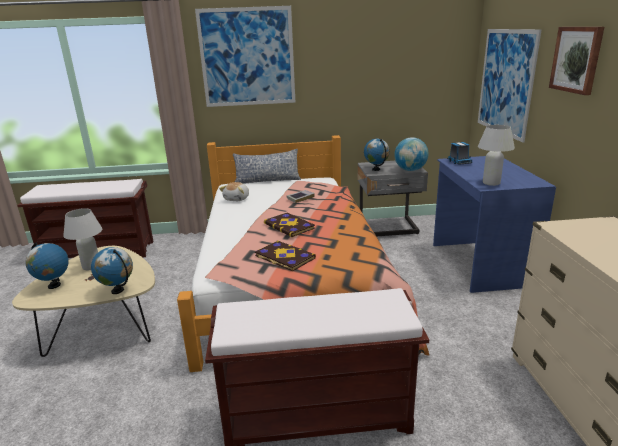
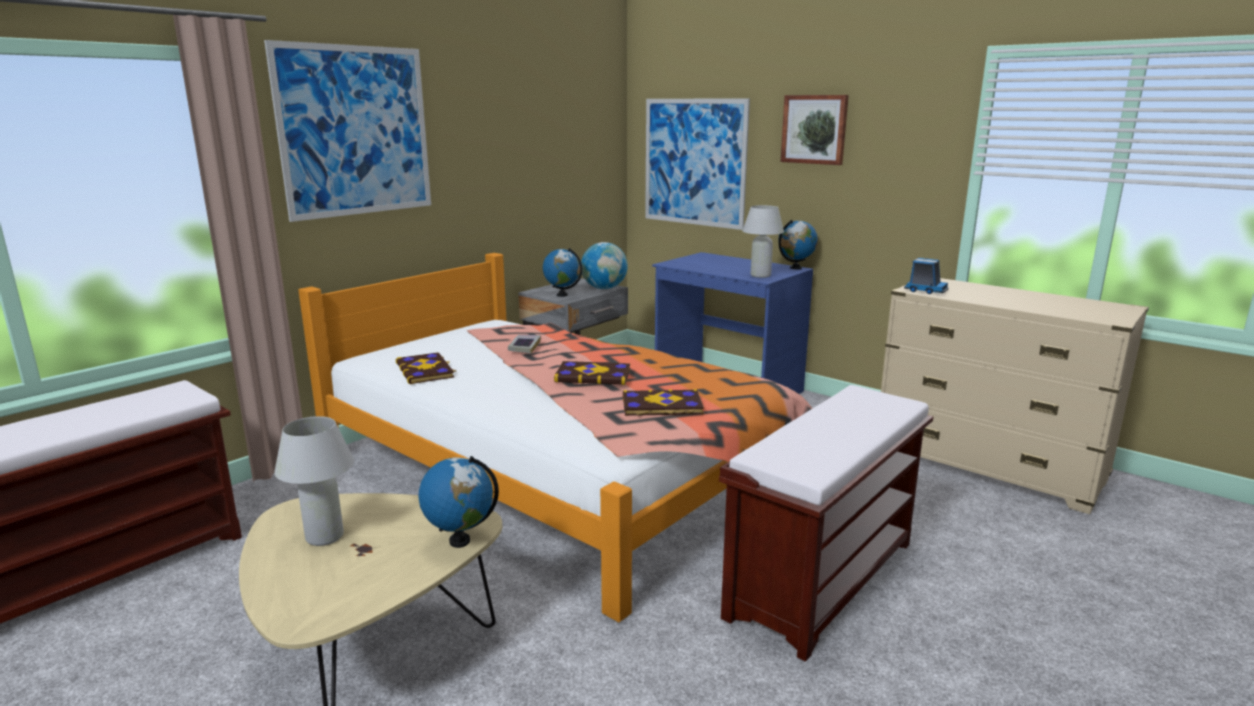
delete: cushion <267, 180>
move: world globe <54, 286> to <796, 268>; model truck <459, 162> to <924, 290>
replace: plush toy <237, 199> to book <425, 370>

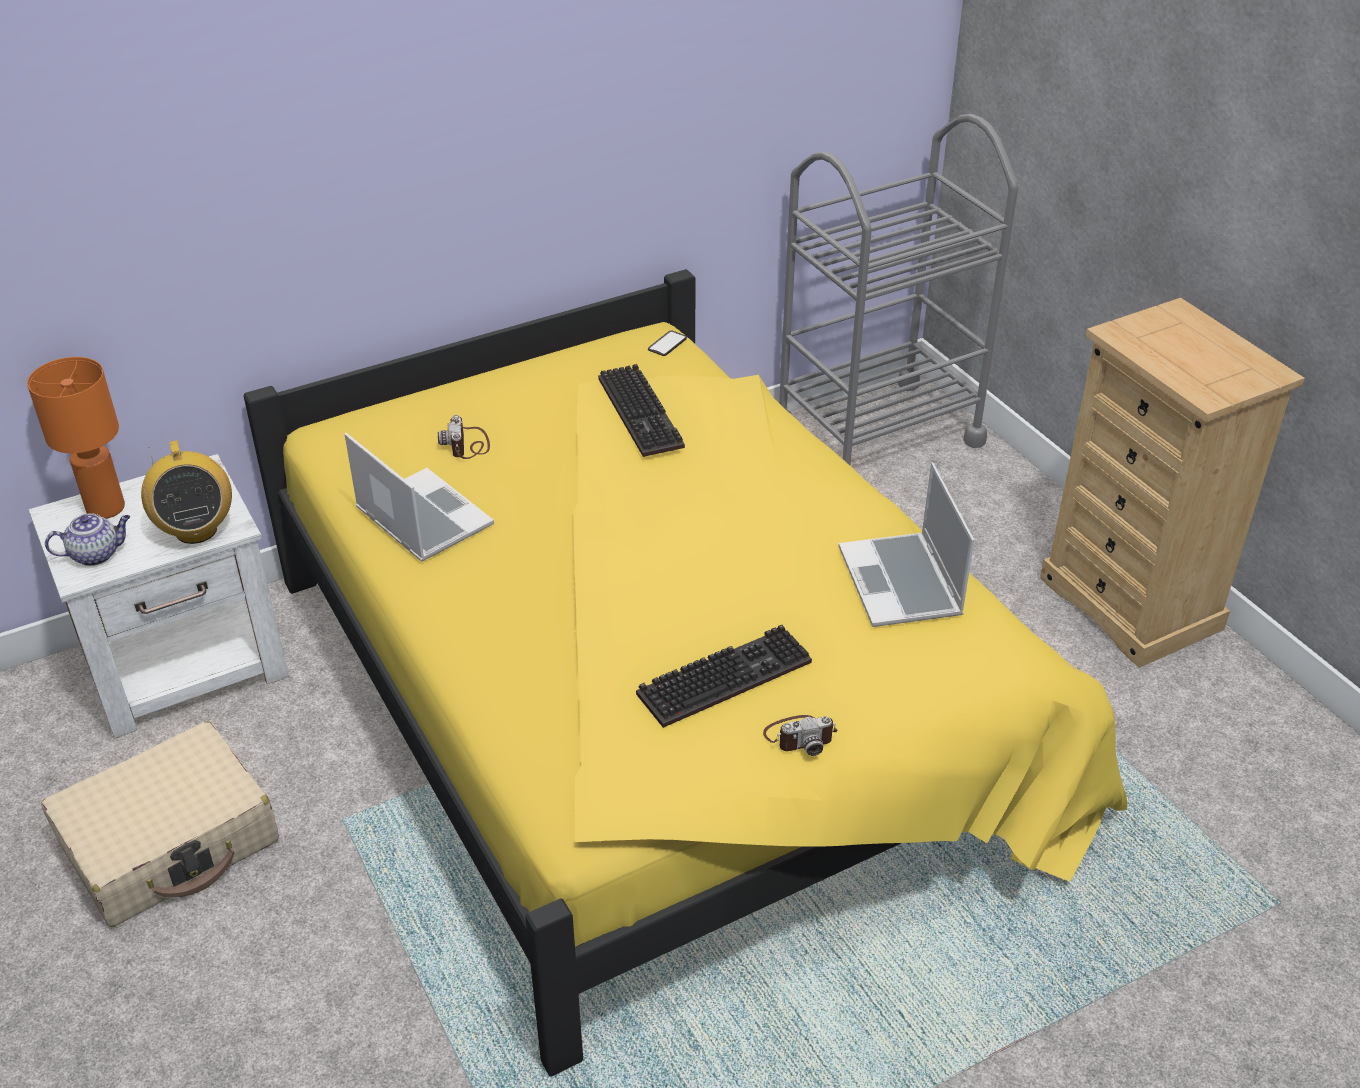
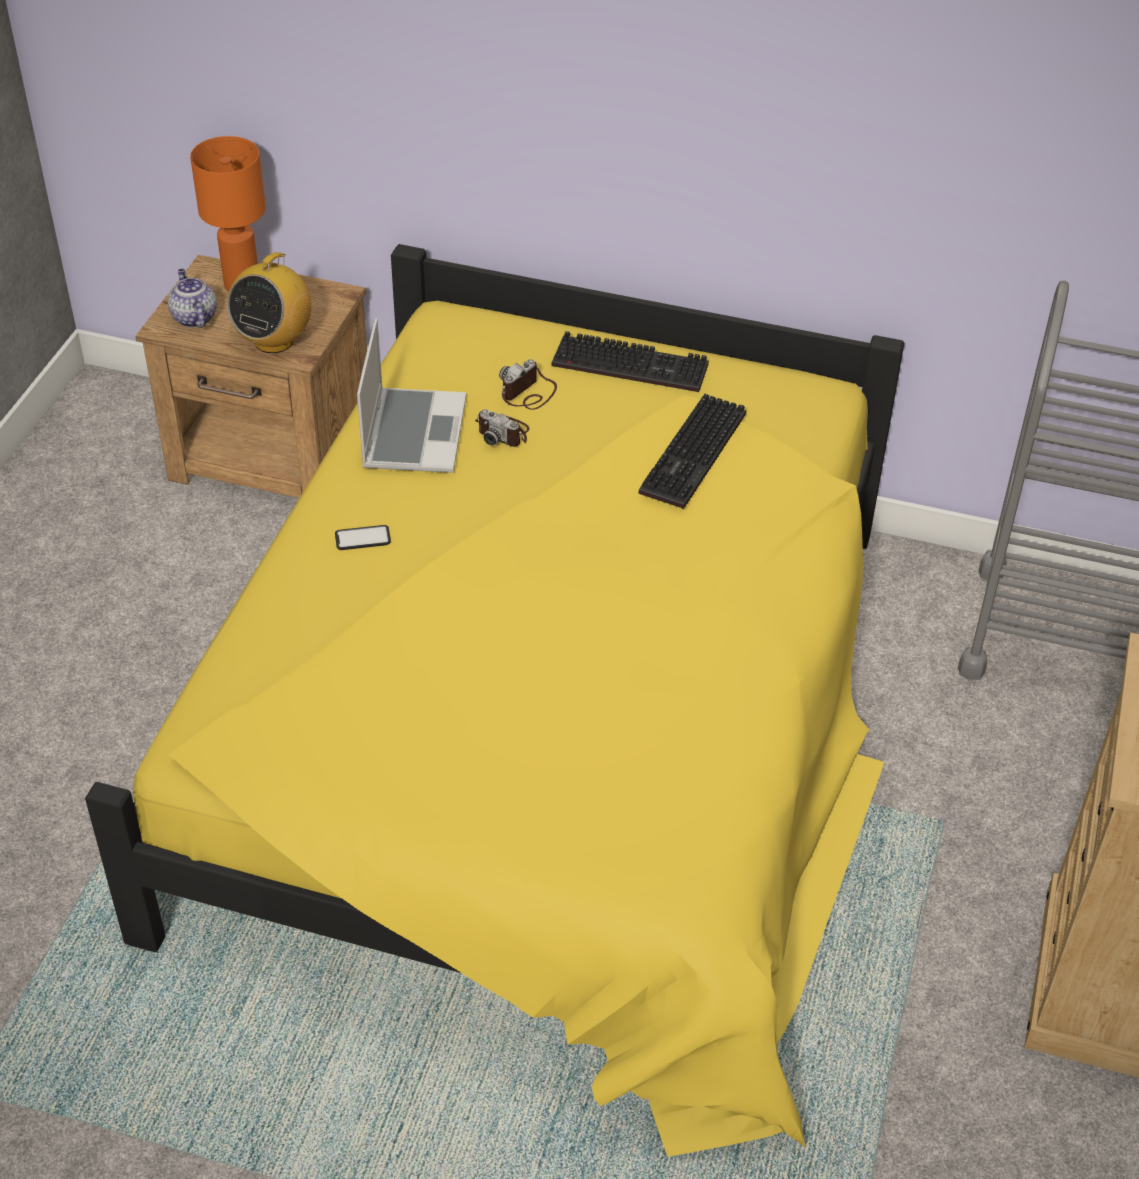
delete: piece of luggage/beige-coloured <170, 842>; portable computer <902, 583>
move: keyboard <725, 675> to <633, 364>; telephone <667, 344> to <362, 538>; photo camera <800, 736> to <503, 432>
recolor: night table/white-coloured <188, 664> to night table/brown <274, 458>
rotate: pot for tea <96, 554> = <193, 317> 135 degrees counterclockwise

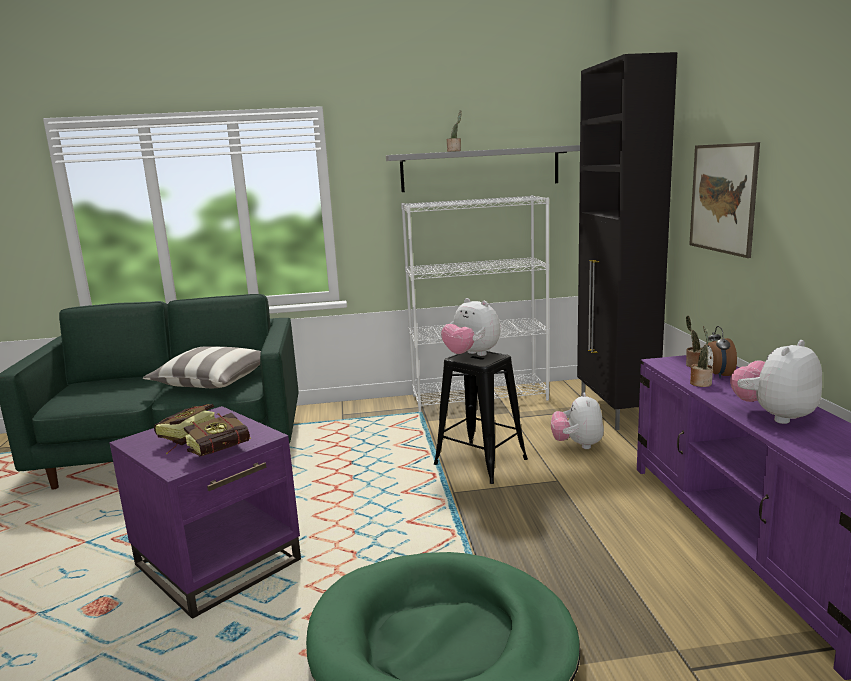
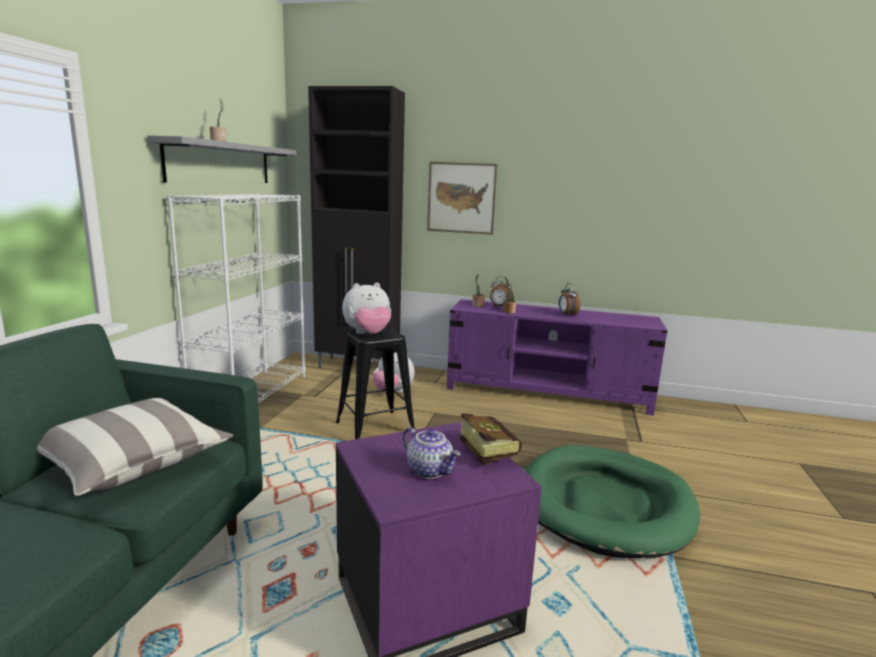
replace: book <183, 440> to pot for tea <430, 470>; plush toy <774, 416> to bedside clock <567, 315>

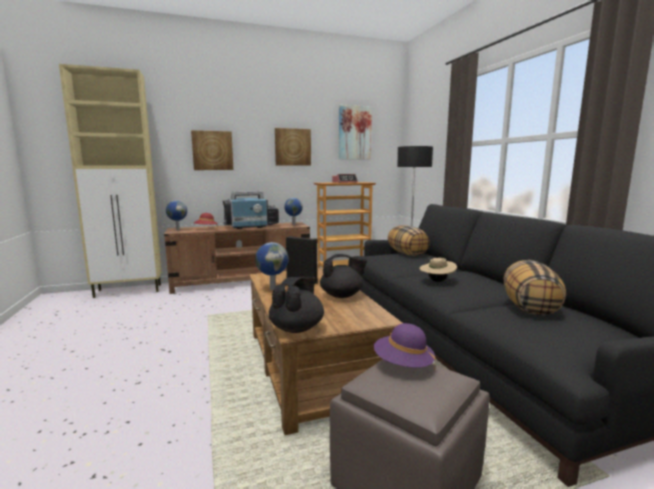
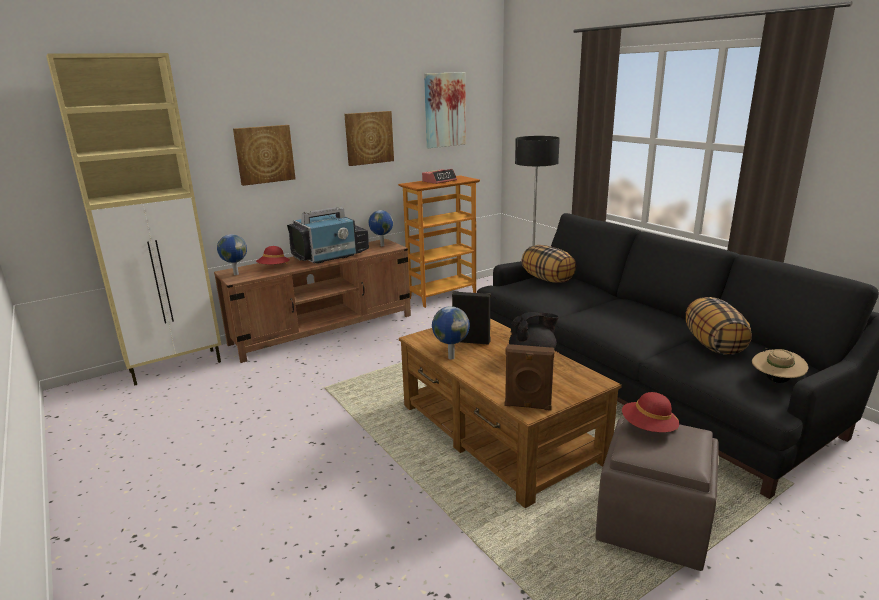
move: wearable hat/beige-coloured <437, 281> to <775, 380>
replace: pot for tea/black <297, 328> to audio speaker/brown <528, 406>
recolor: wearable hat/purple-coloured <403, 365> to wearable hat/red-coloured <648, 428>

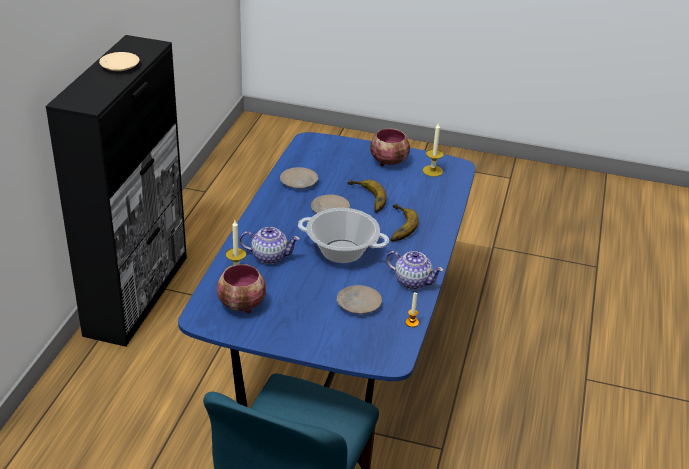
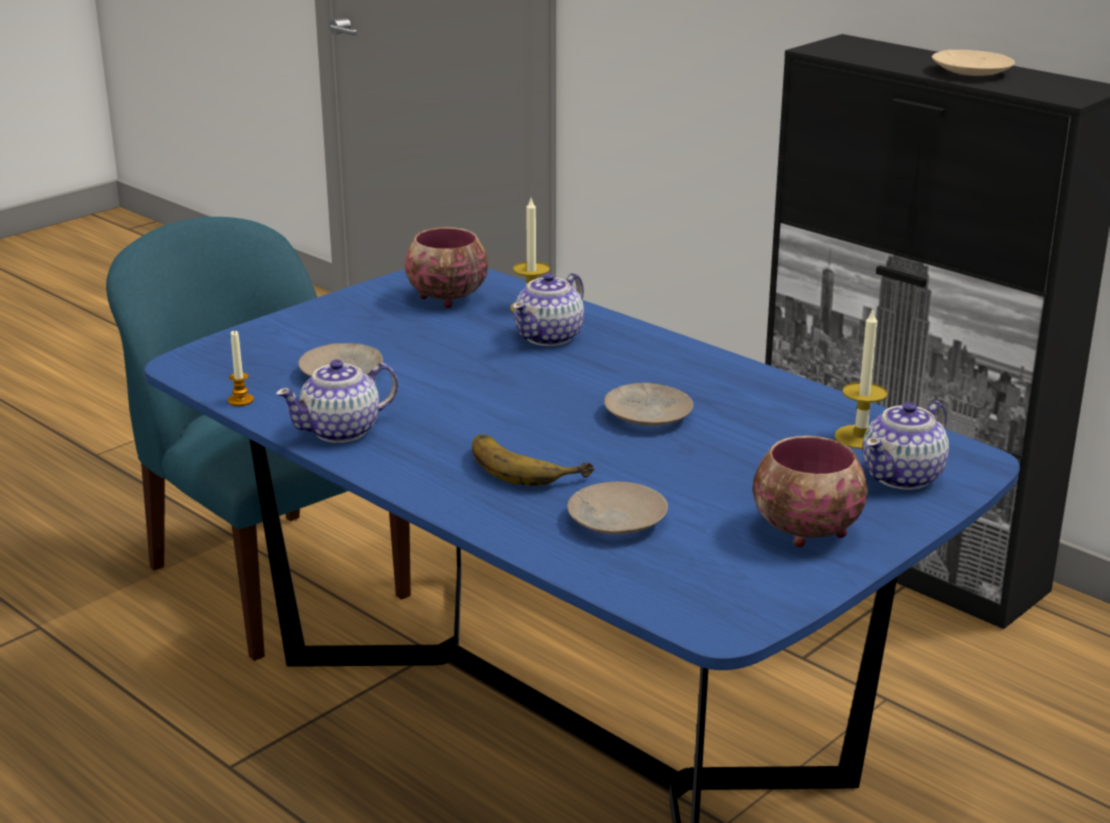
delete: stockpot <342, 252>; banana <365, 199>
insert: pot for tea <903, 476>
move: dinner plate/beige-coloured <299, 182> to <616, 520>; wax light <432, 171> to <860, 437>

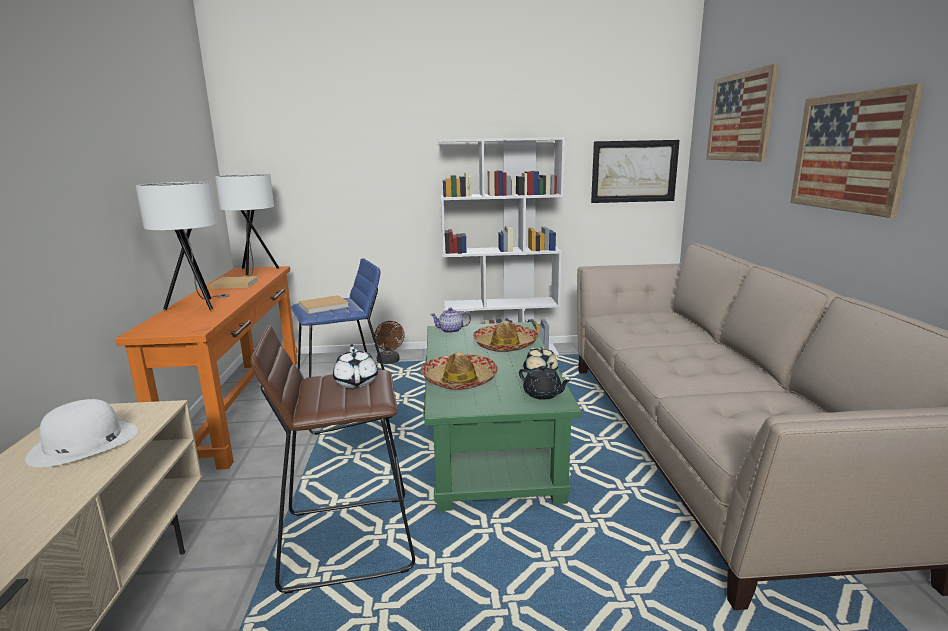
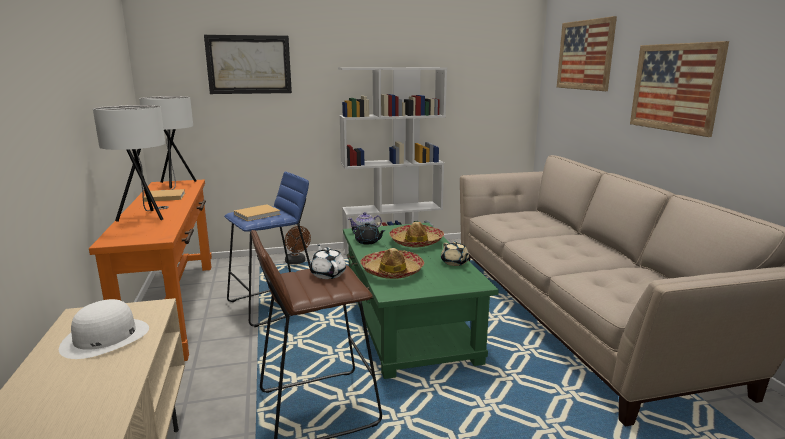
move: pot for tea/black <543, 394> to <368, 242>; wall picture <634, 171> to <249, 64>

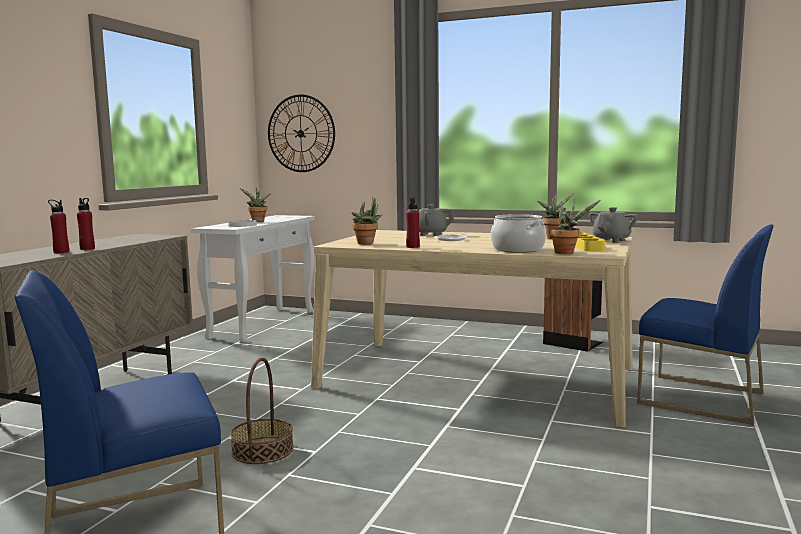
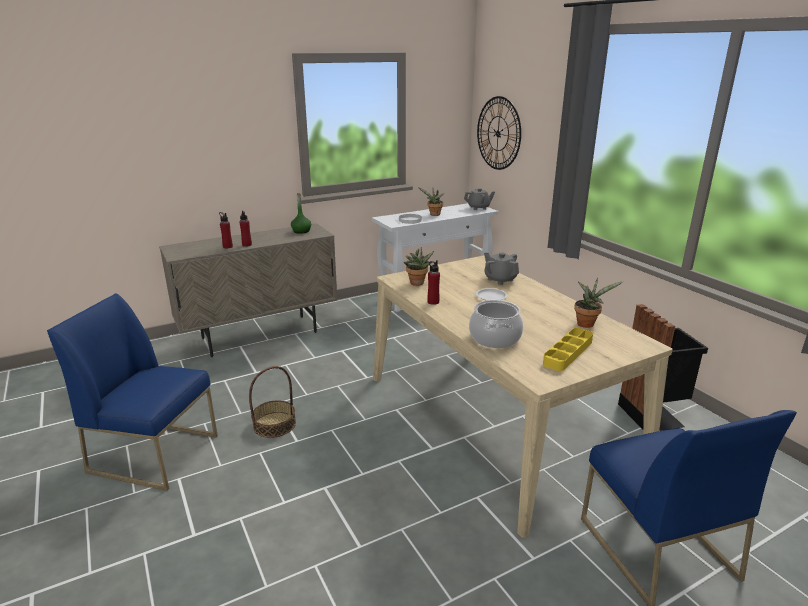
delete: plant in a pot <567, 253>
insert: drink bottle/green-coloured <301, 231>
move: pot for tea/grey <611, 240> to <478, 208>

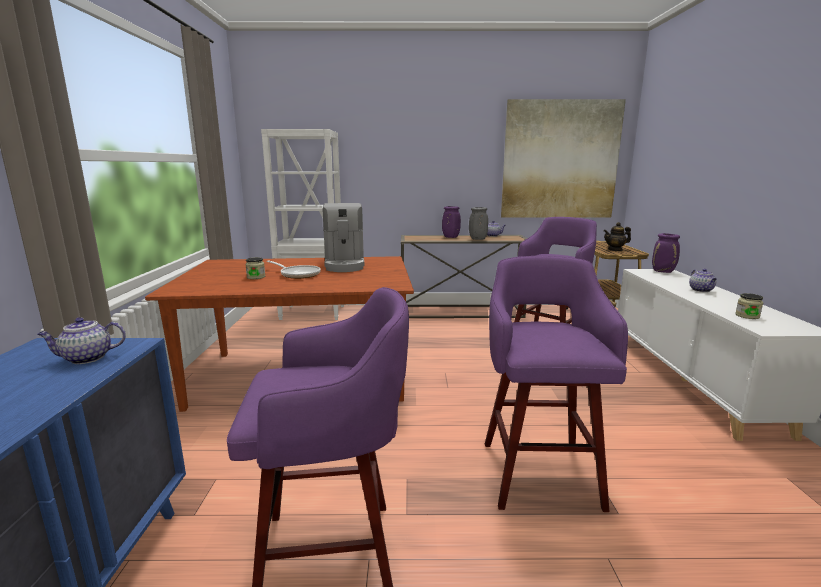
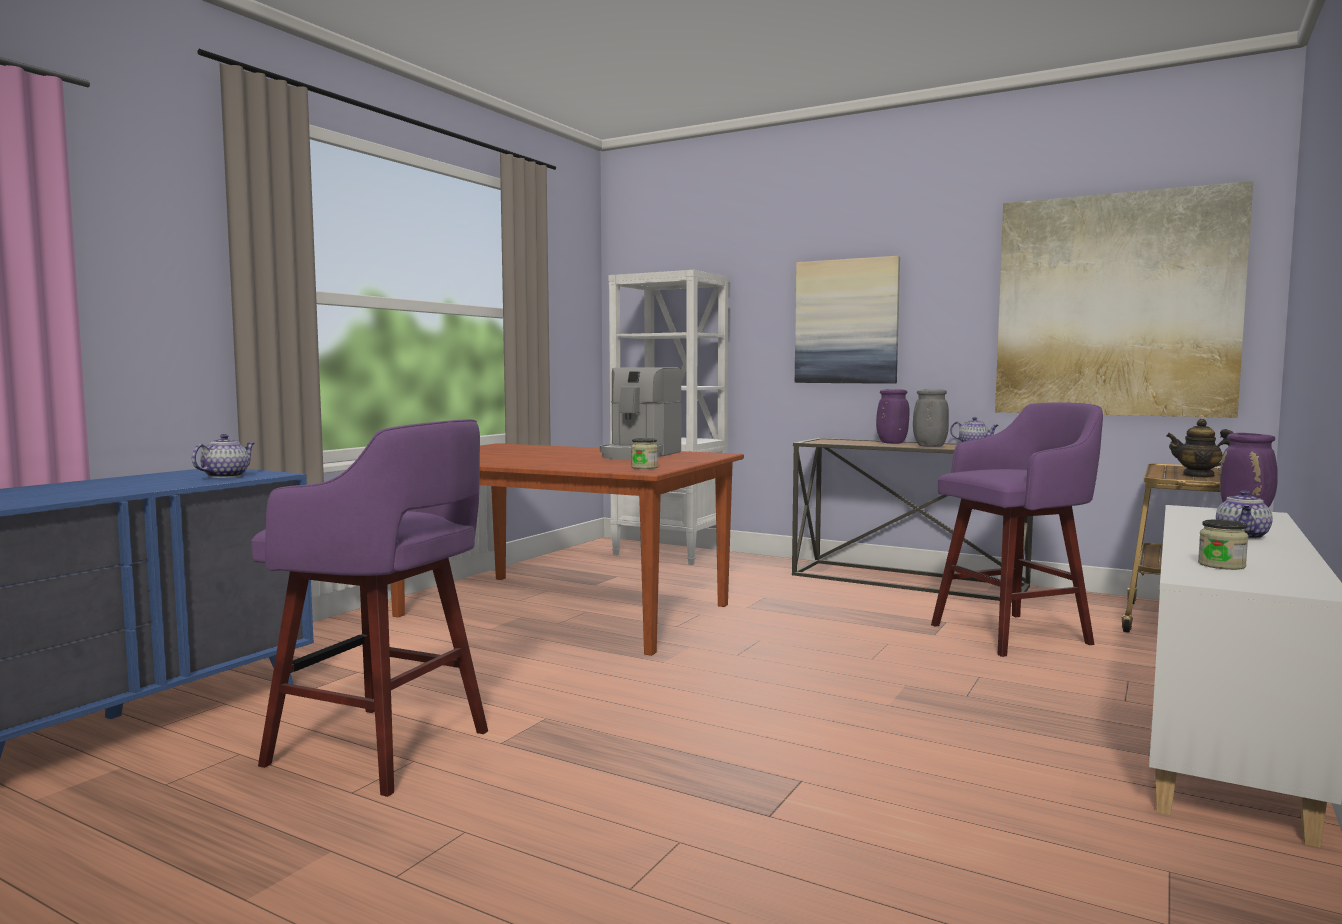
delete: frying pan <298, 274>; sitting stool/purple-coloured <539, 471>
insert: wall picture <846, 321>
move: preserve jar <256, 277> to <644, 467>
rotate: pot for tea <86, 358> = <226, 476> 105 degrees clockwise

